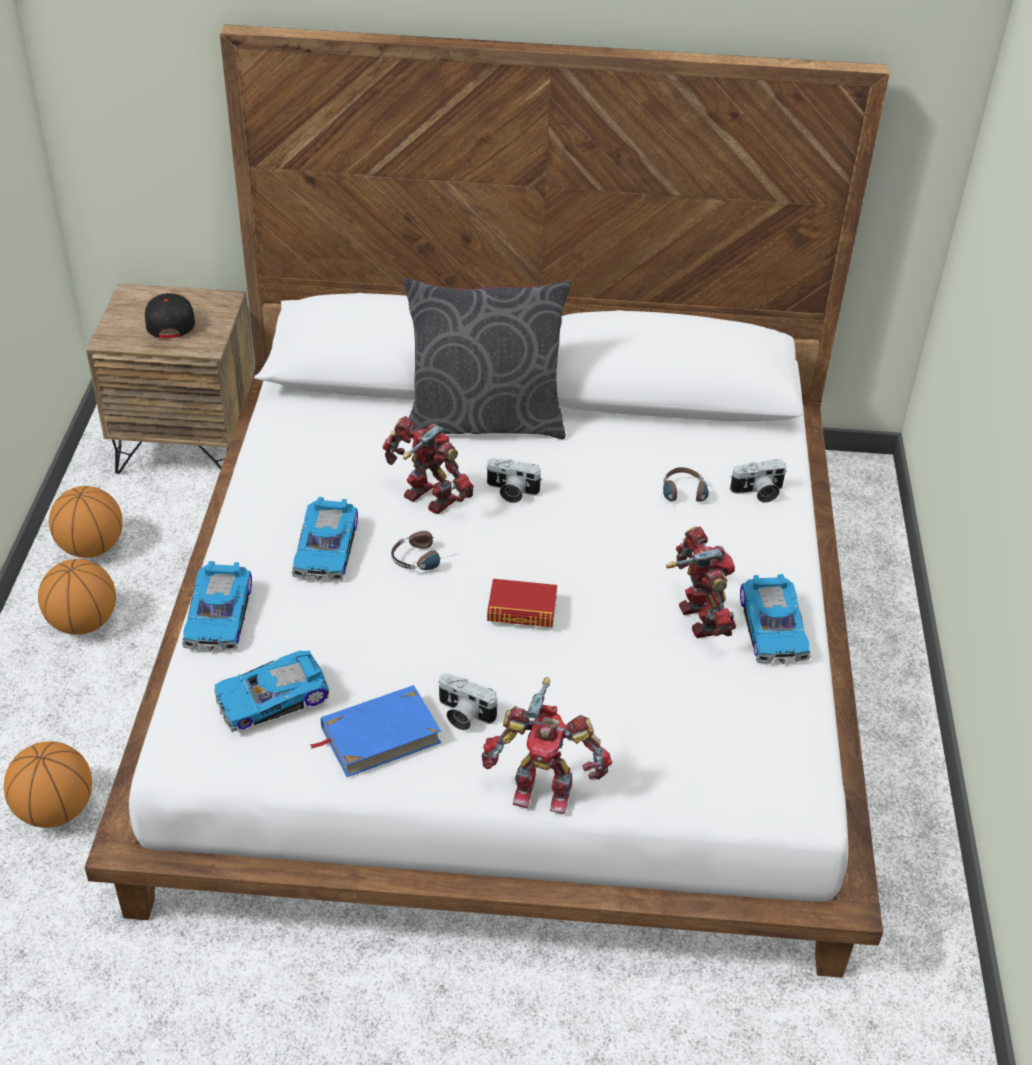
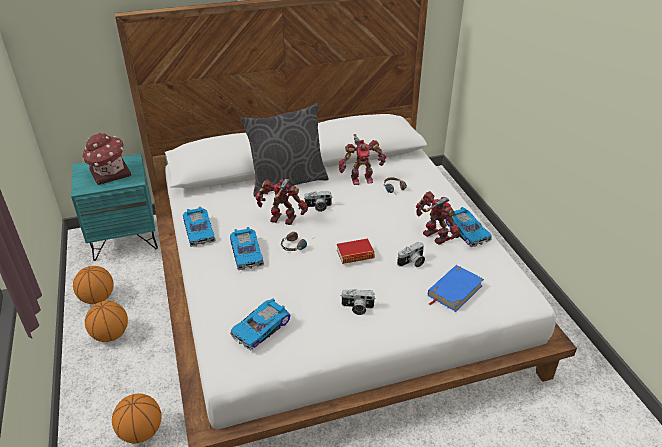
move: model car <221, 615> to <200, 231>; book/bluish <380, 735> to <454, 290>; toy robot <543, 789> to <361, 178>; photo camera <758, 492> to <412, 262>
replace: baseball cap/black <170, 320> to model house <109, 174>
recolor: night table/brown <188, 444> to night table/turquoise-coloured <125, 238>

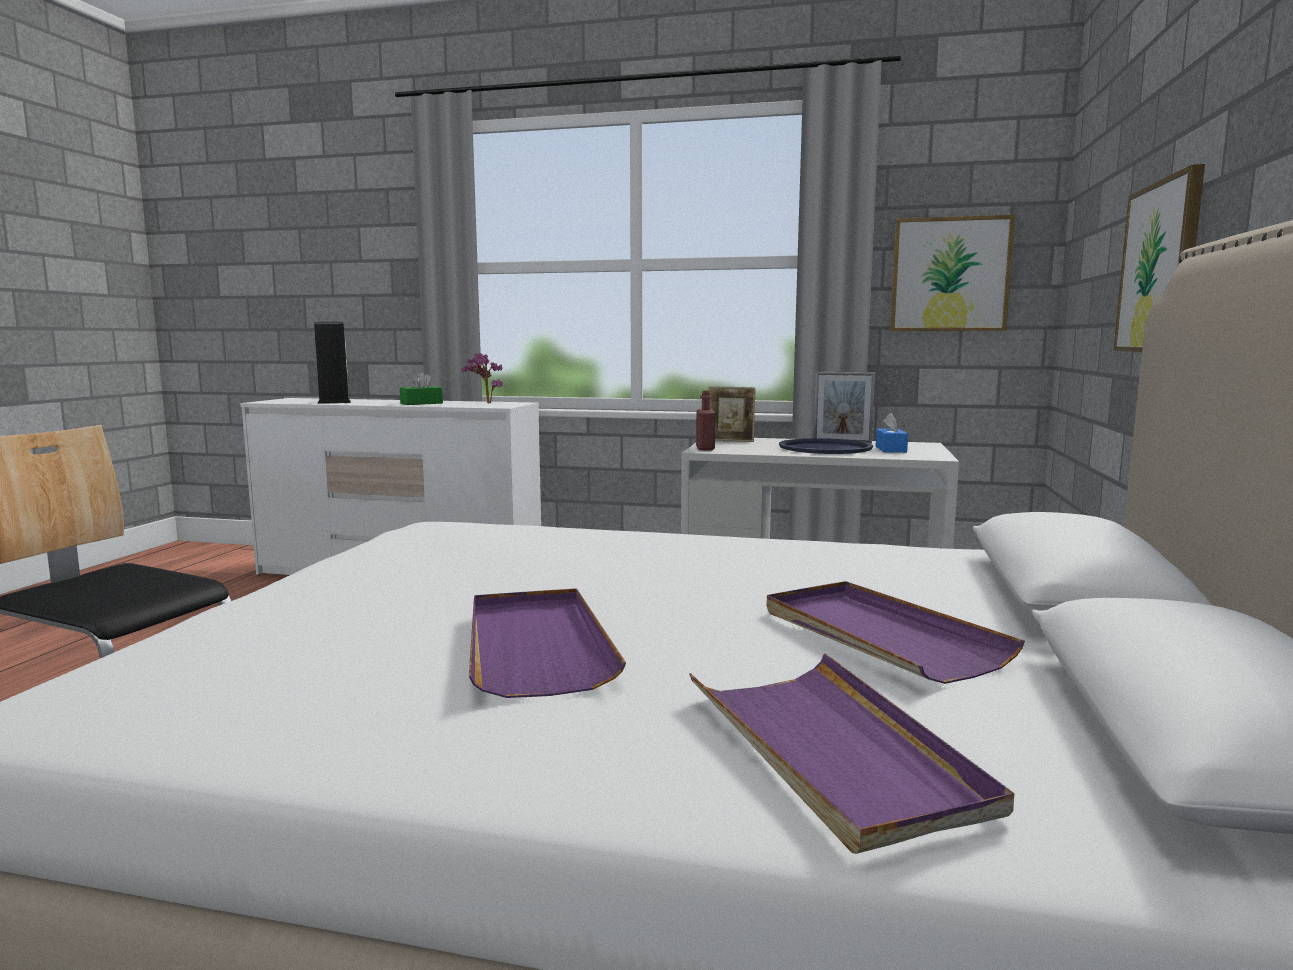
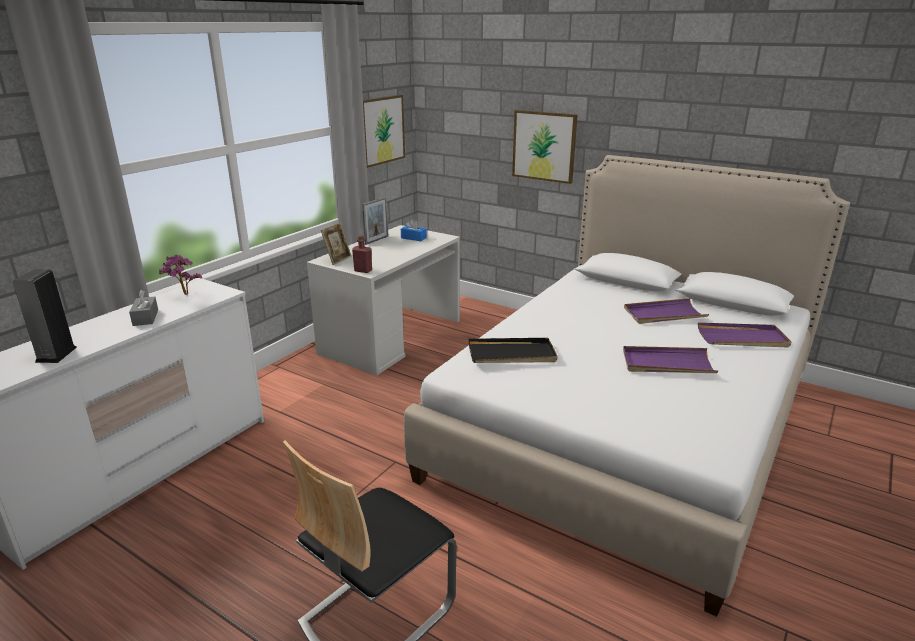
delete: tray/bluish <825, 448>
insert: tray/black <512, 354>
recolor: box of tissues/green-coloured <421, 403> to box of tissues/grey <145, 317>

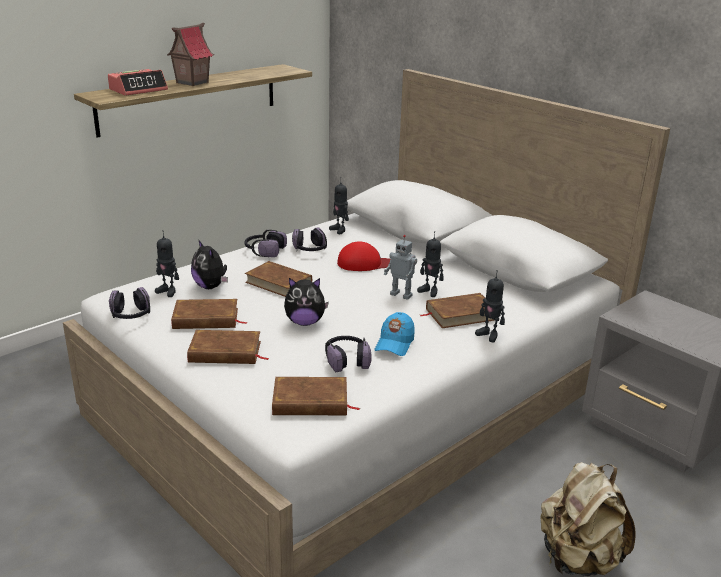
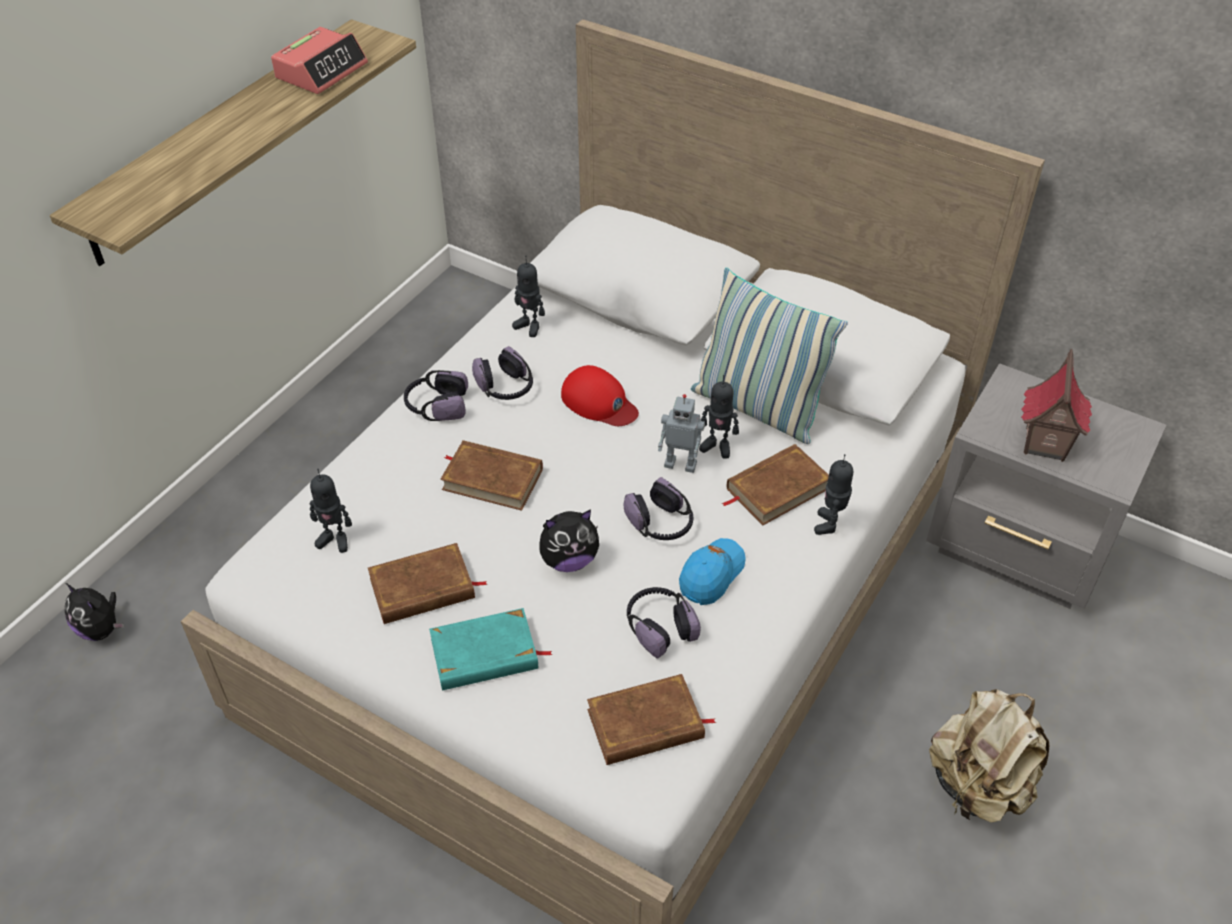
insert: cushion <757, 408>
move: bedside clock <138, 90> to <321, 71>; pair of headphones <131, 315> to <660, 523>; model house <192, 82> to <1044, 444>; plush toy <211, 287> to <101, 629>
recolor: book/brown <225, 352> to book/turquoise-coloured <485, 655>
rotate: baseball cap/red-coloured <364, 263> = <599, 402> 60 degrees clockwise; baseball cap/bluish <394, 343> = <711, 575> 150 degrees counterclockwise; toy robot <489, 335> = <830, 524> 75 degrees clockwise

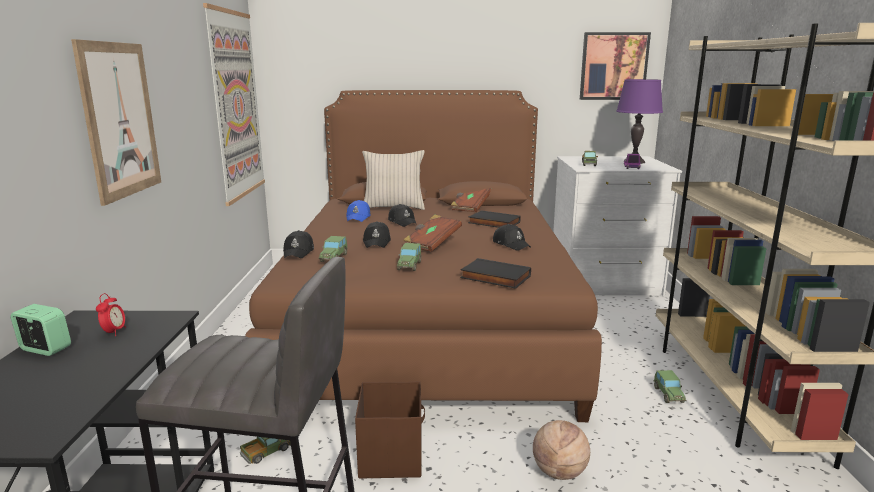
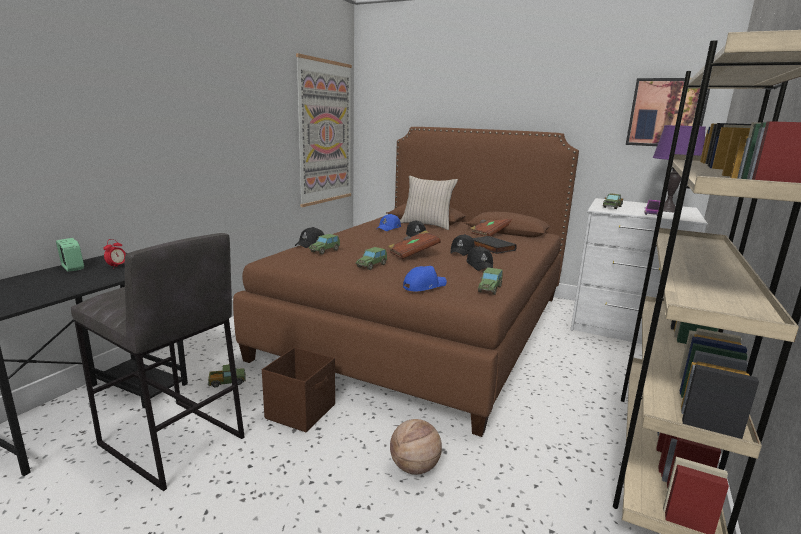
delete: wall picture <120, 120>
move: baseball cap/black <377, 242> to <462, 251>; model car <668, 394> to <490, 289>
replace: book/black <494, 277> to baseball cap/bluish <424, 286>

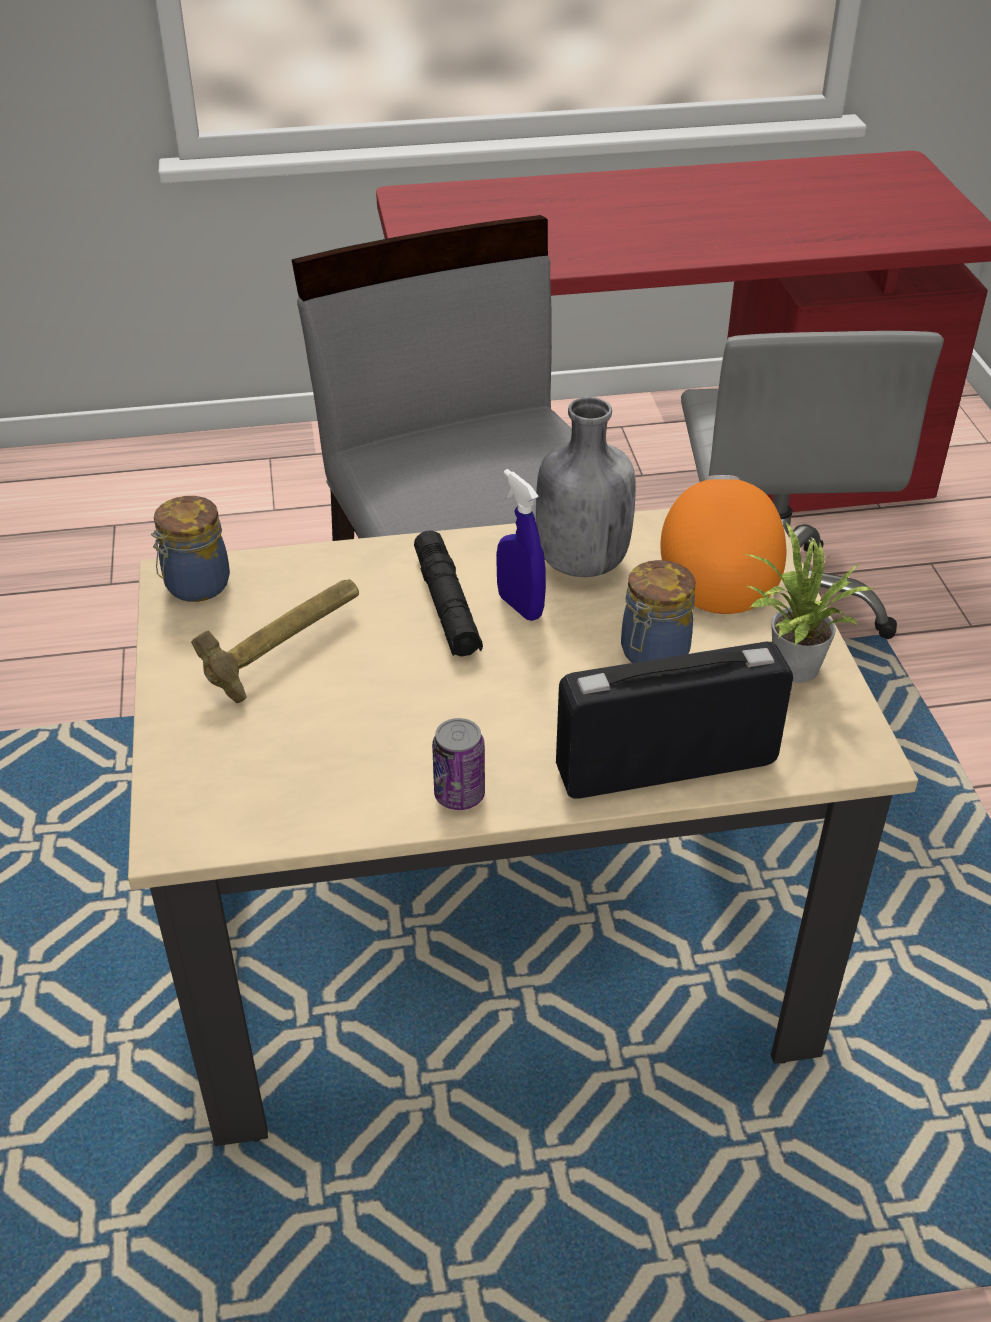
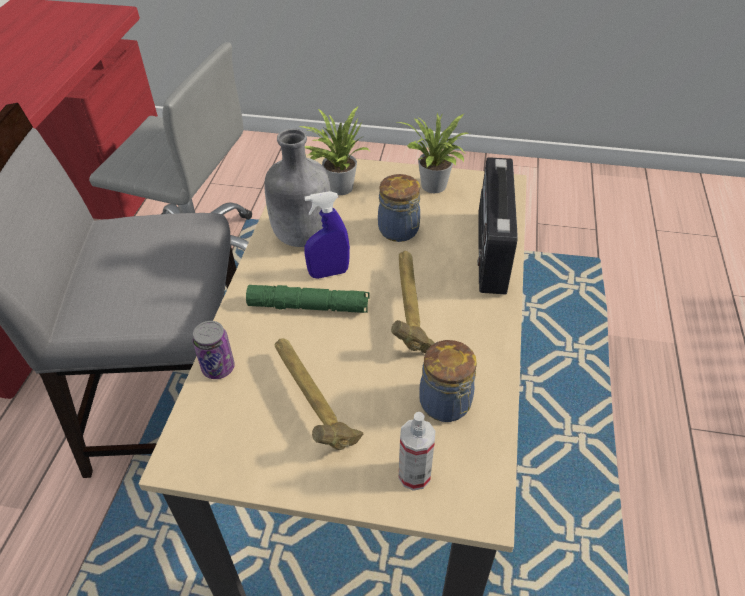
insert: hammer <410, 311>; spray bottle <414, 475>
move: preserve jar <195, 586> to <446, 405>; metal can <459, 795> to <218, 368>
replace: baseball cap/orange <716, 565> to plant in a pot <337, 186>
recolor: torch/black <447, 605> to torch/green-coloured <309, 306>

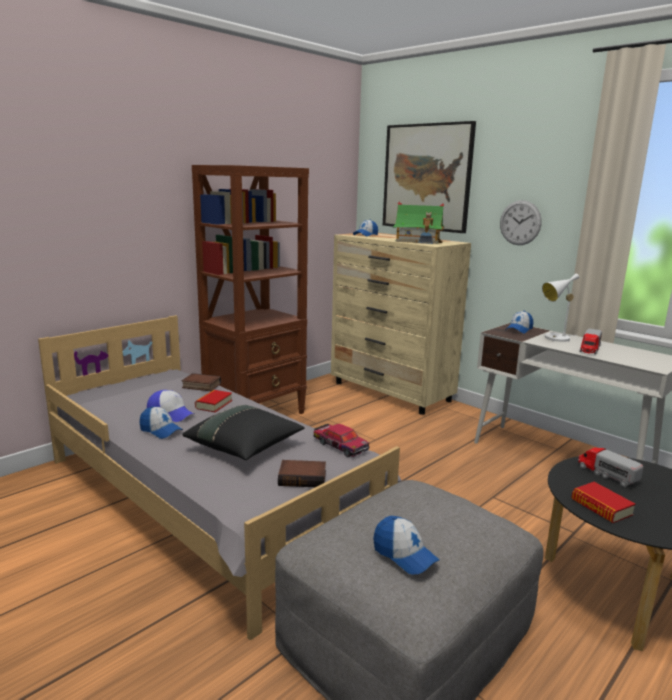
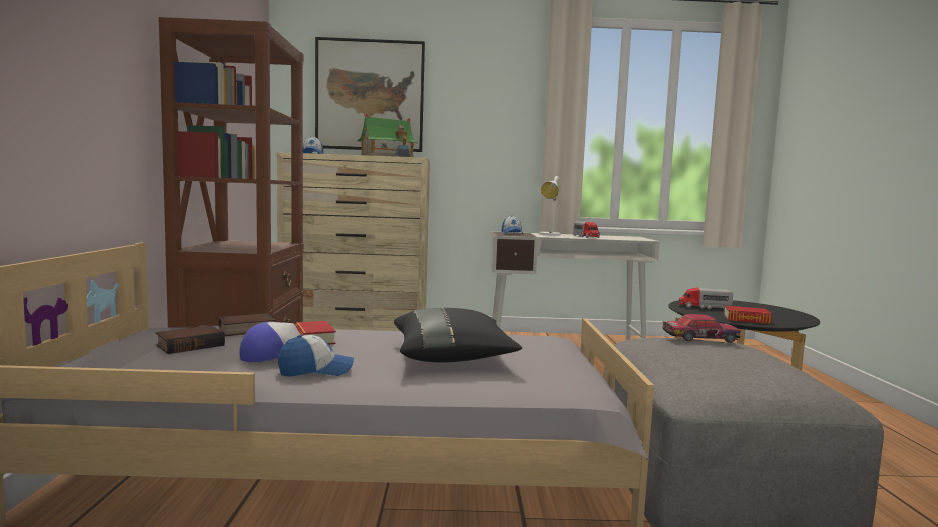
delete: baseball cap <404, 555>; hanging clock <520, 222>
move: book <303, 477> to <191, 345>; model car <340, 445> to <699, 338>

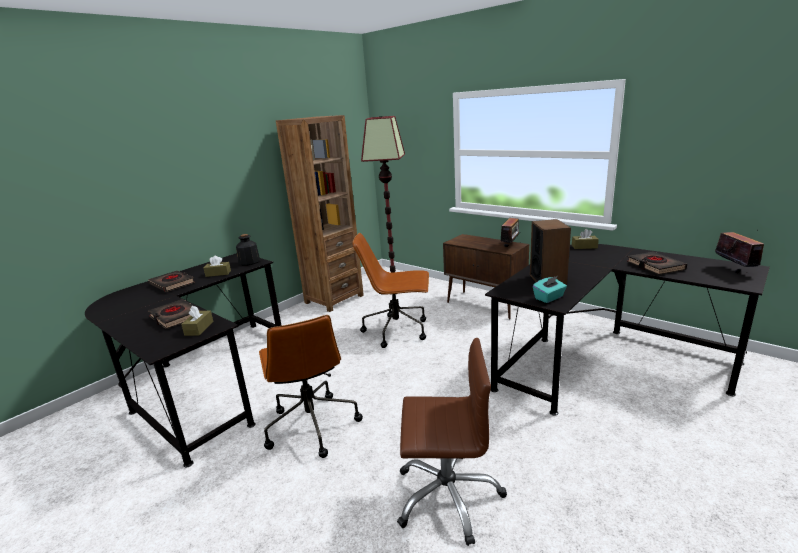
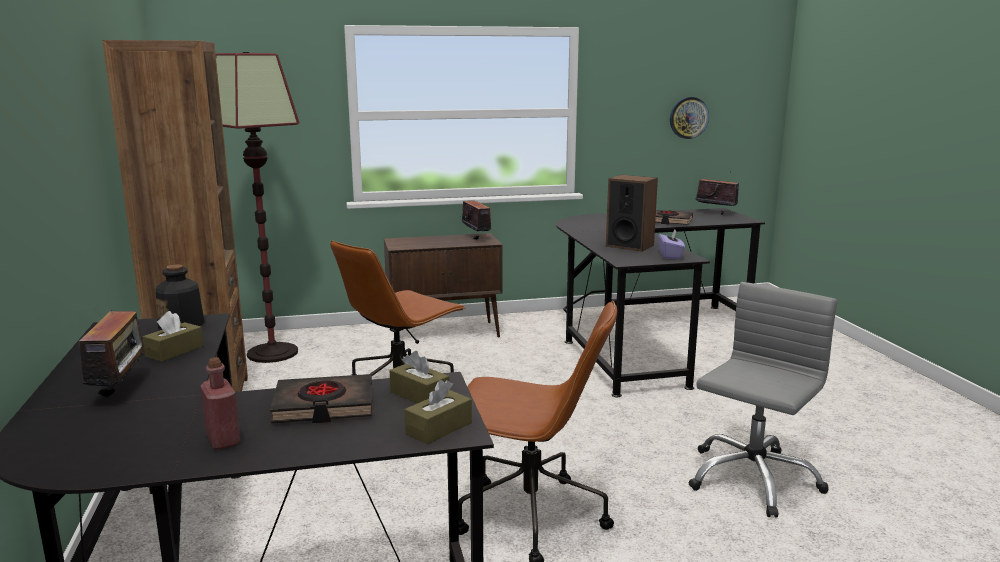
insert: drink bottle/red-coloured <223, 440>; hanging clock <688, 117>
move: box of tissues/brown <584, 247> to <439, 428>
replace: book/black <172, 284> to radio receiver <121, 390>
recolor: desk chair/brown <447, 495> to desk chair/grey <752, 478>; box of tissues/turquoise-coloured <549, 298> to box of tissues/purple-coloured <670, 256>

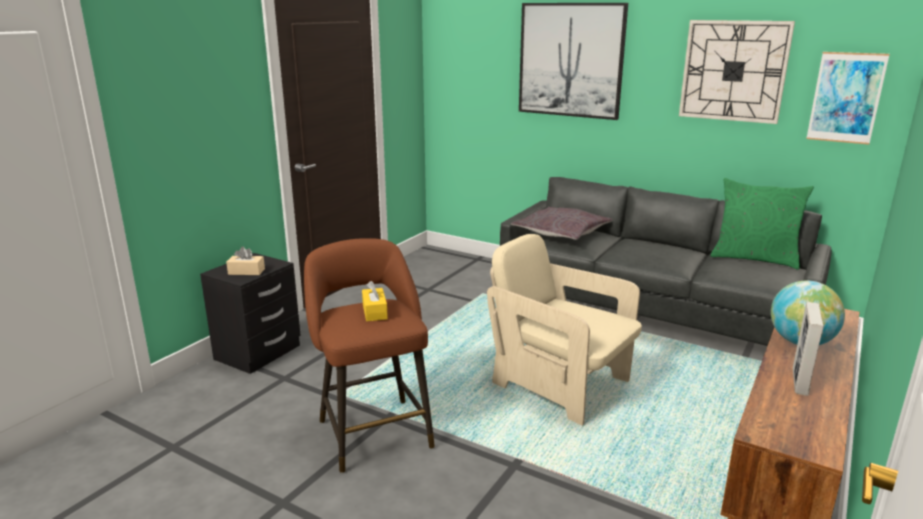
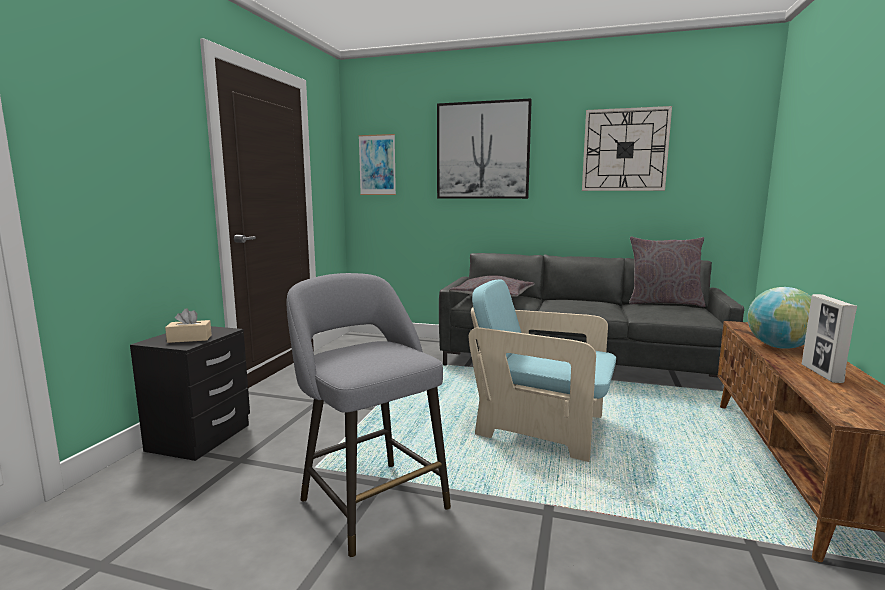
delete: box of tissues/yellowish <374, 312>
move: wall picture <846, 98> to <377, 165>
recolor: sitting stool/brown <373, 430> to sitting stool/grey <370, 501>; easy chair/beige-coloured <560, 385> to easy chair/turquoise-coloured <541, 428>; cushion/green-coloured <754, 258> to cushion/grey <663, 303>

